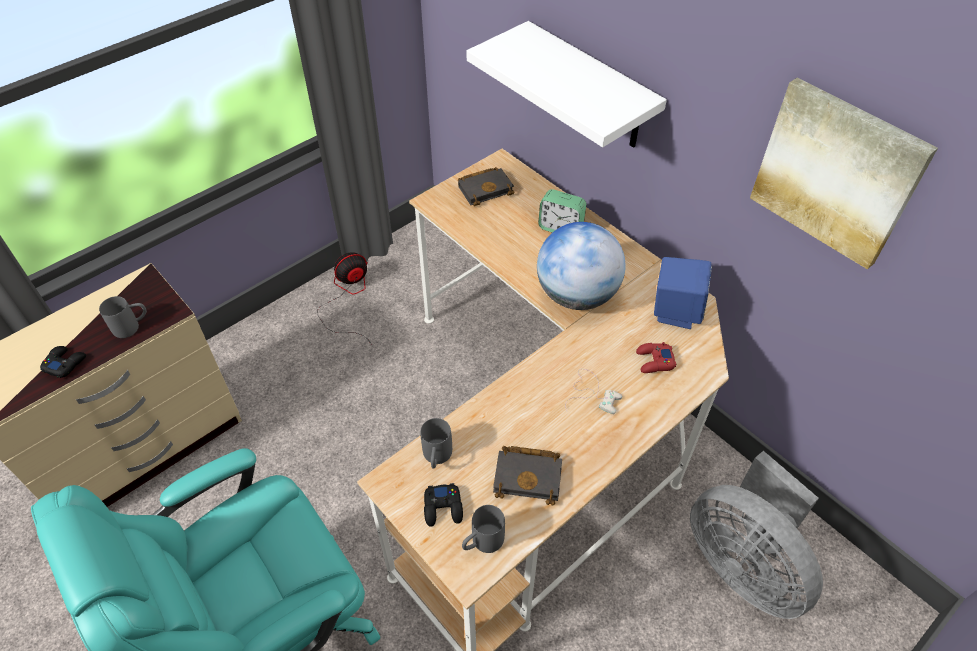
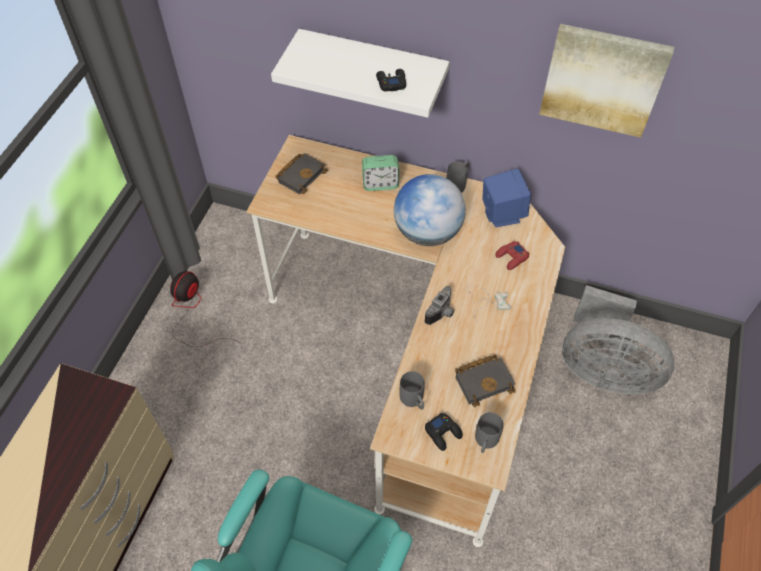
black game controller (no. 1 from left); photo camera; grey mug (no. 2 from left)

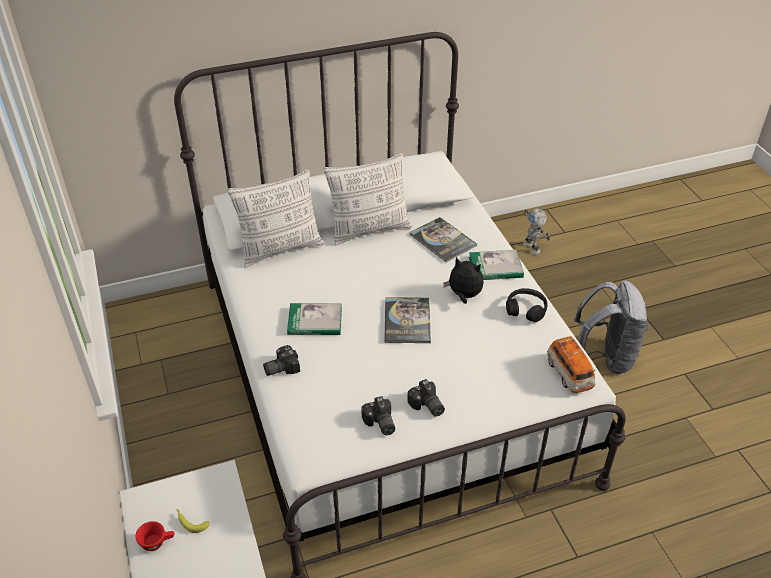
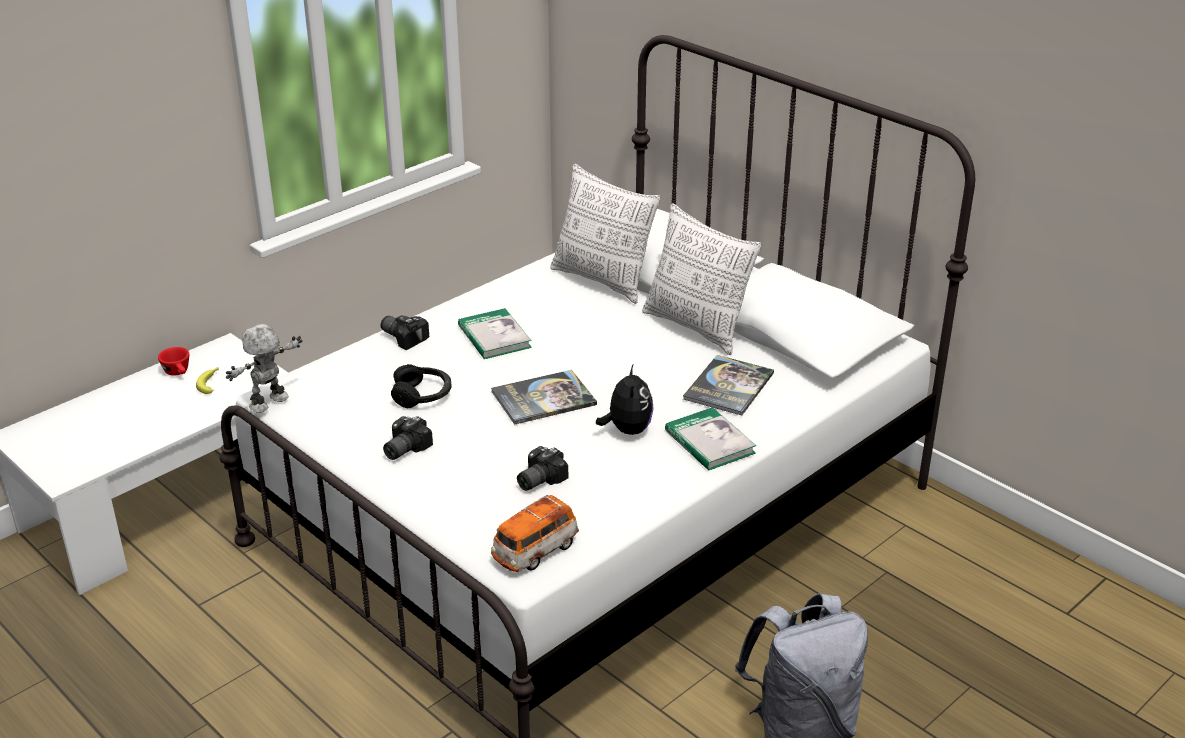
toy robot; black headphones; photo camera (no. 3 from left)

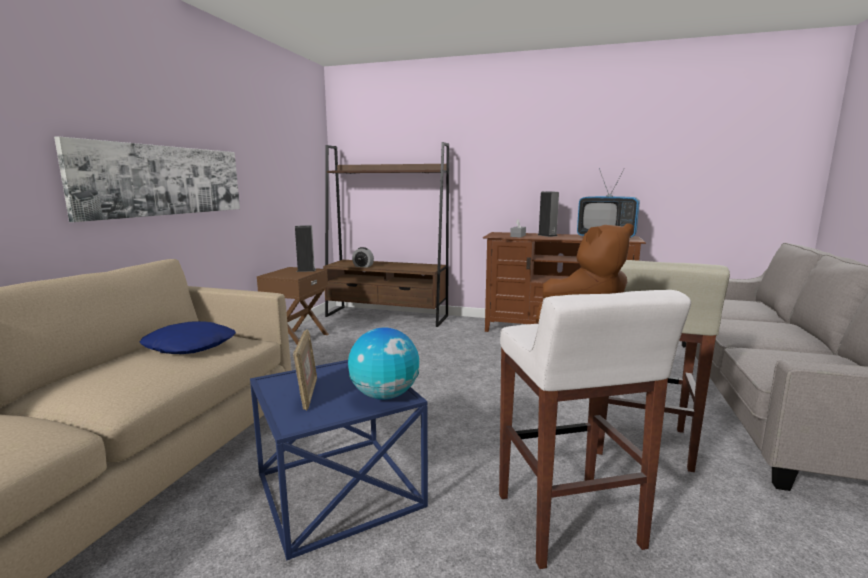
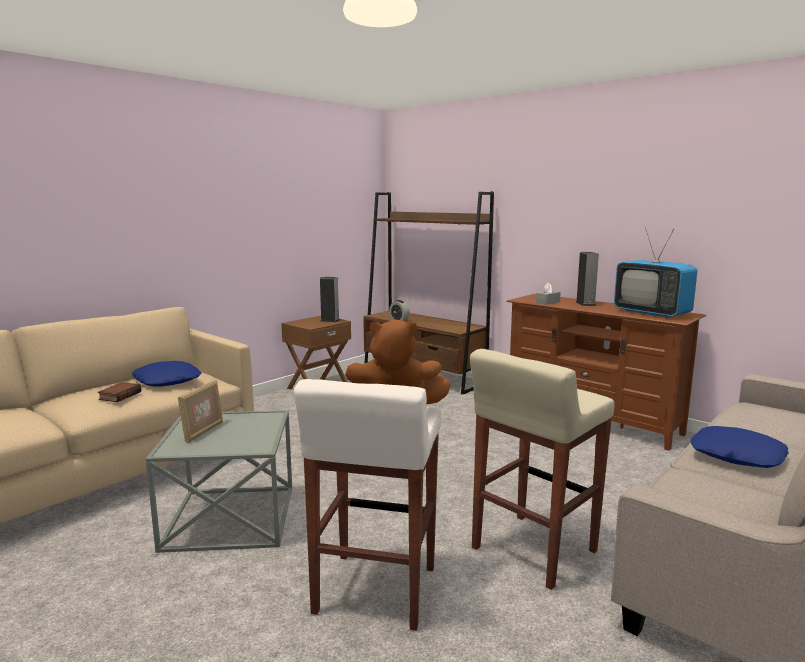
book; grey side table; blue pillow (no. 2 from left); picture; globe

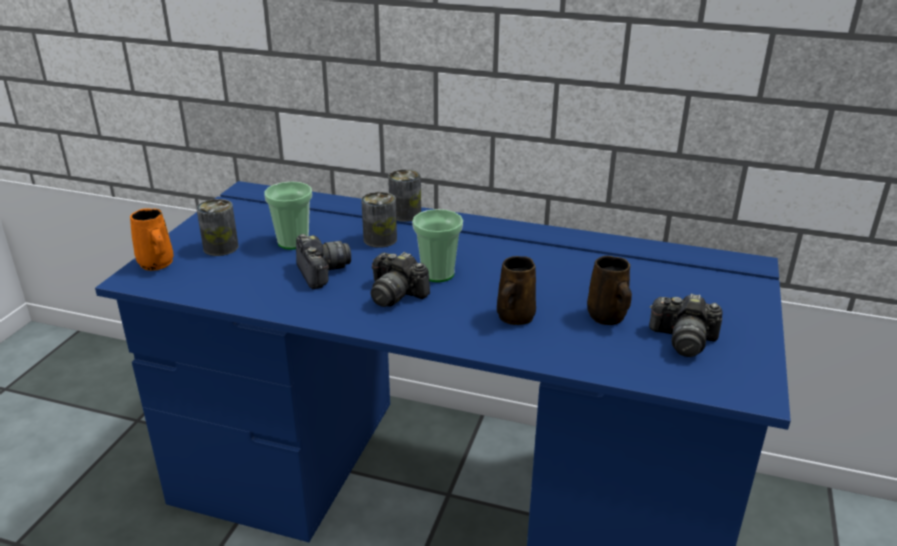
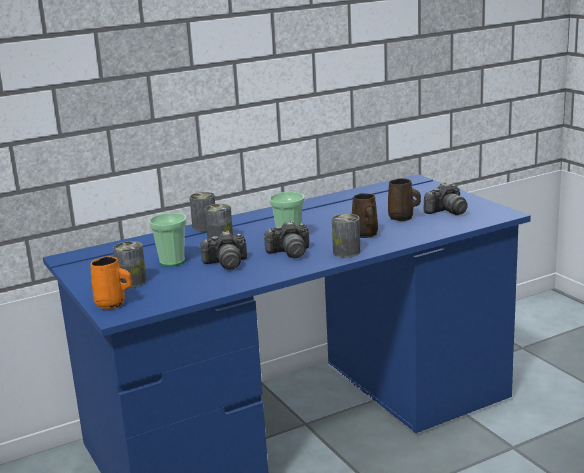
photo camera (no. 1 from left); can (no. 4 from left)

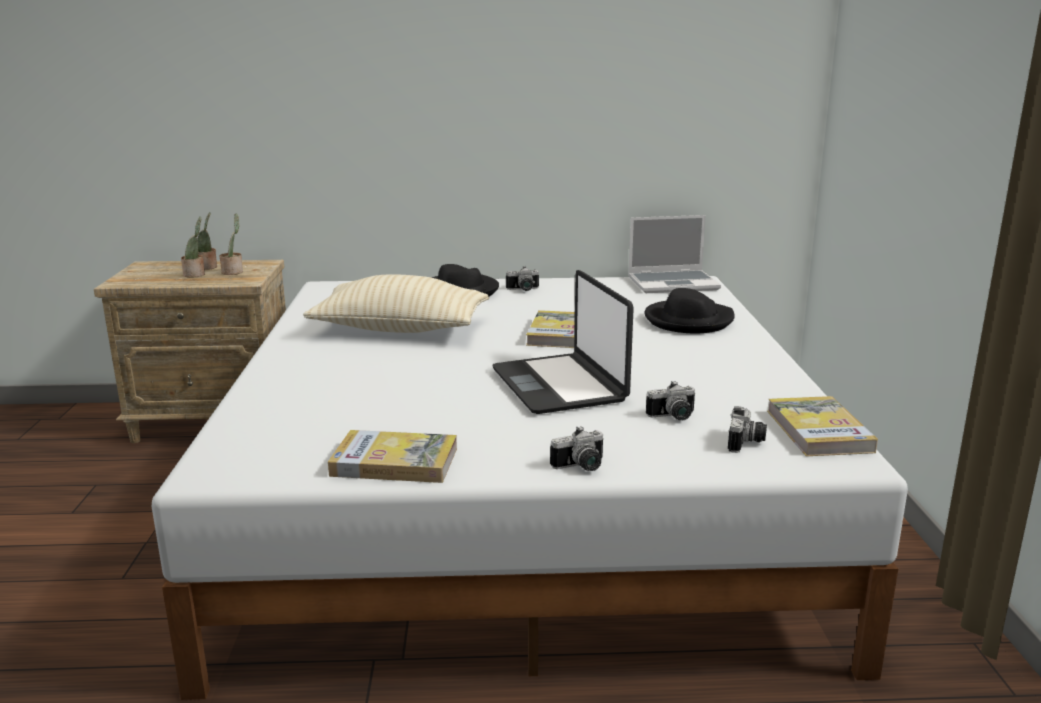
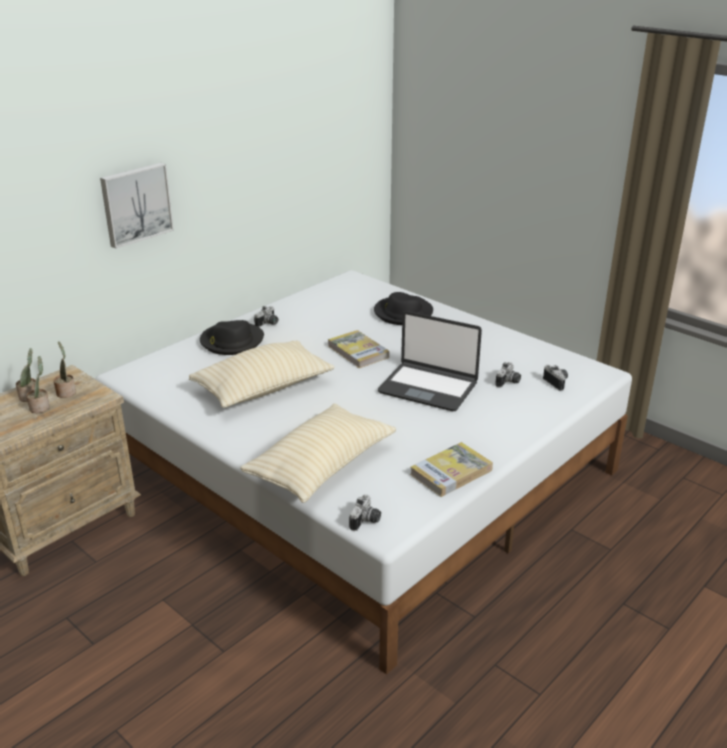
picture; beige pillow (no. 2 from left); photo camera (no. 2 from left); laptop (no. 2 from left in the first image); book (no. 3 from left in the first image)

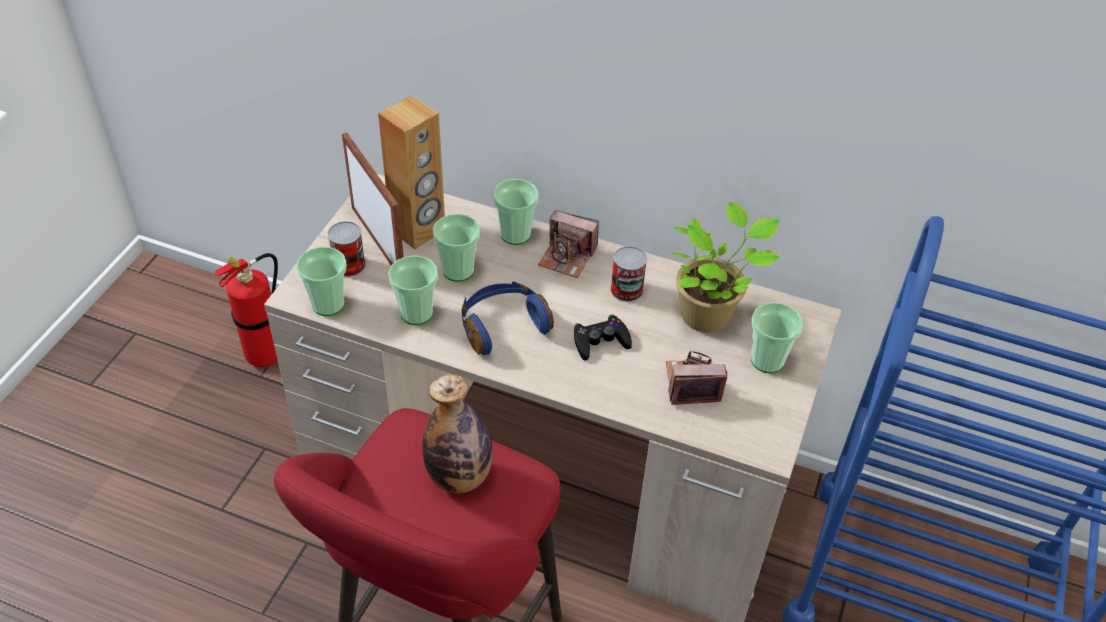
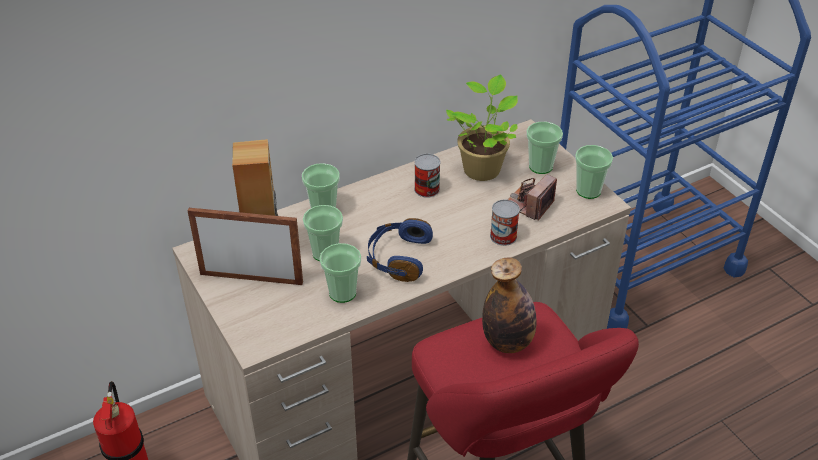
can (no. 2 from left); cup (no. 5 from left); photo camera (no. 1 from left in the first image); black game controller

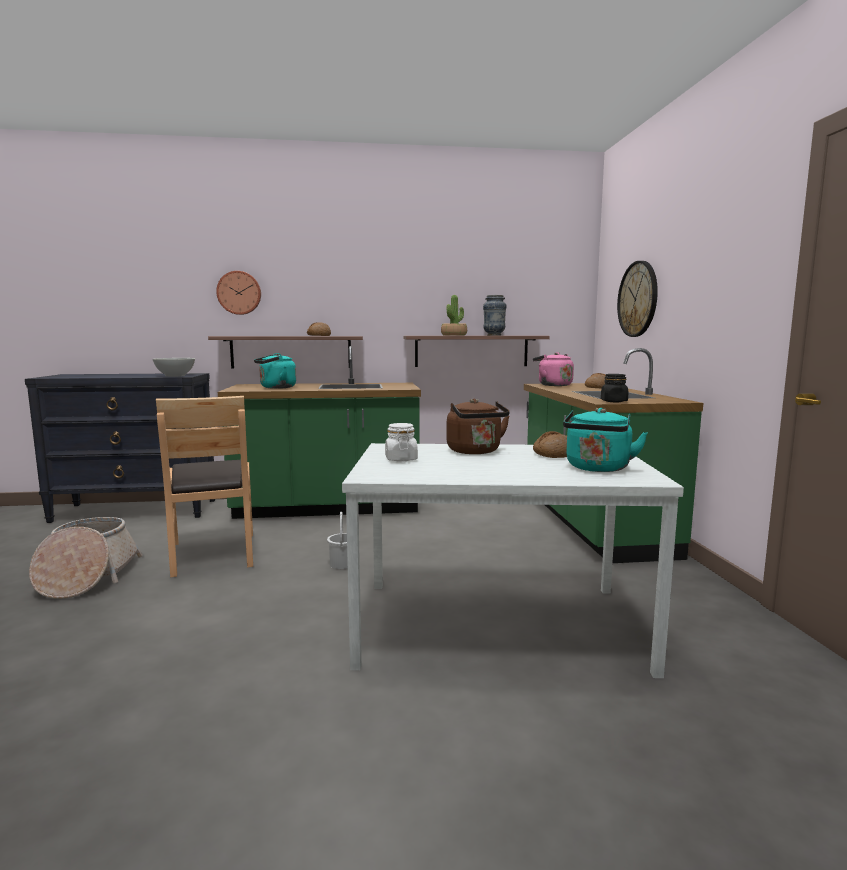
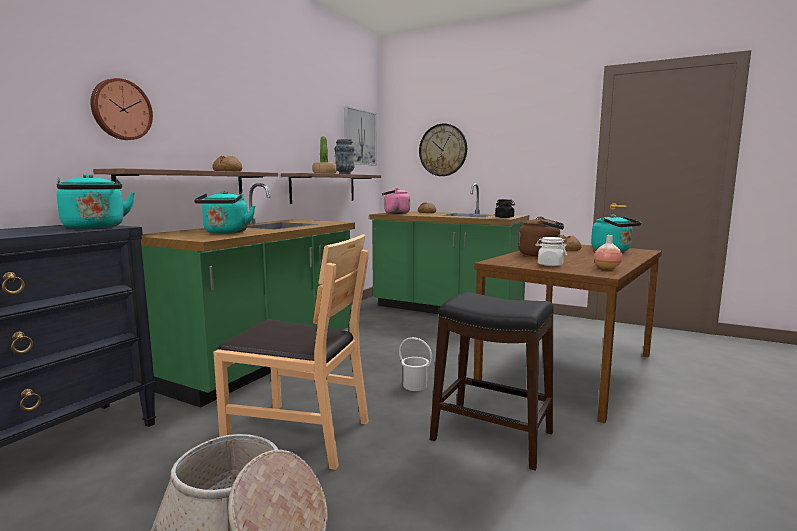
turquoise kettle (no. 1 from left); picture; black stool; brown dining table; vase (no. 2 from left)

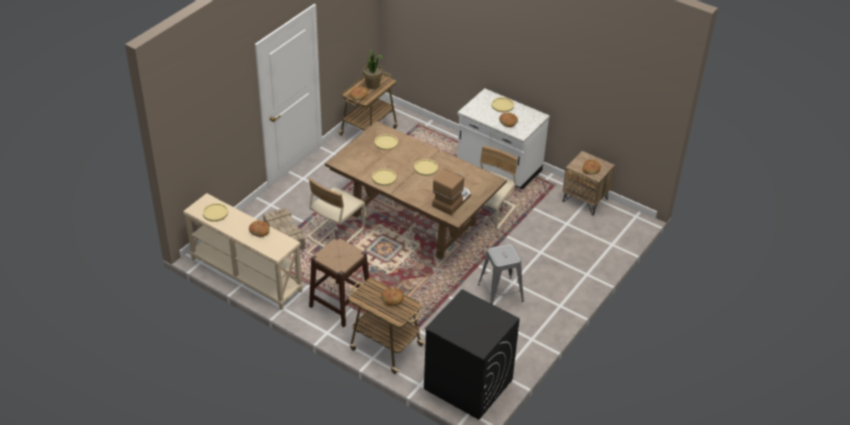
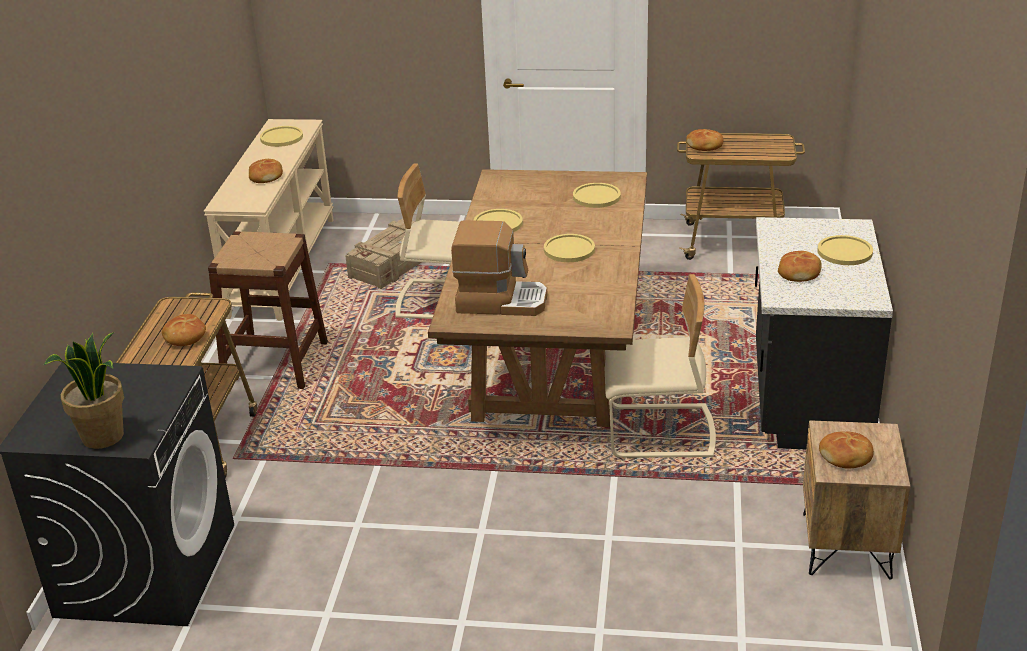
potted plant; black counter; grey stool

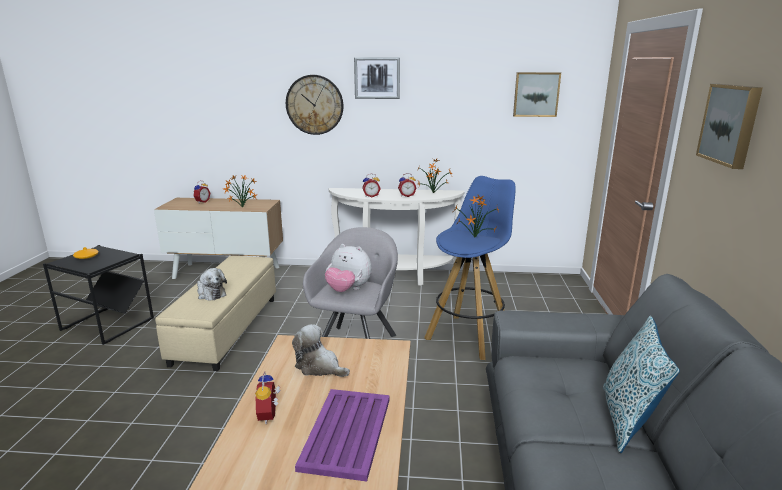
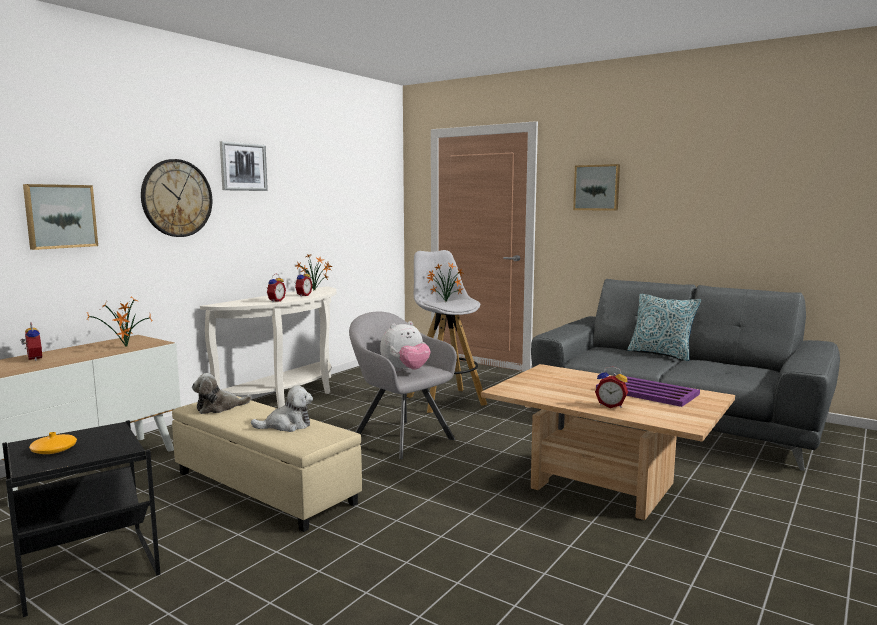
picture (no. 1 from left); plush toy (no. 1 from left); white stool

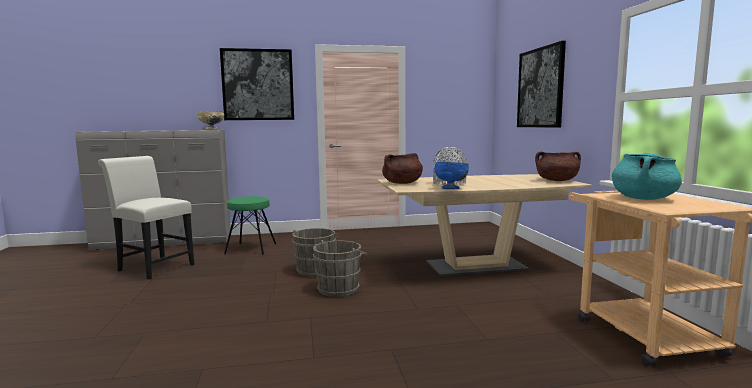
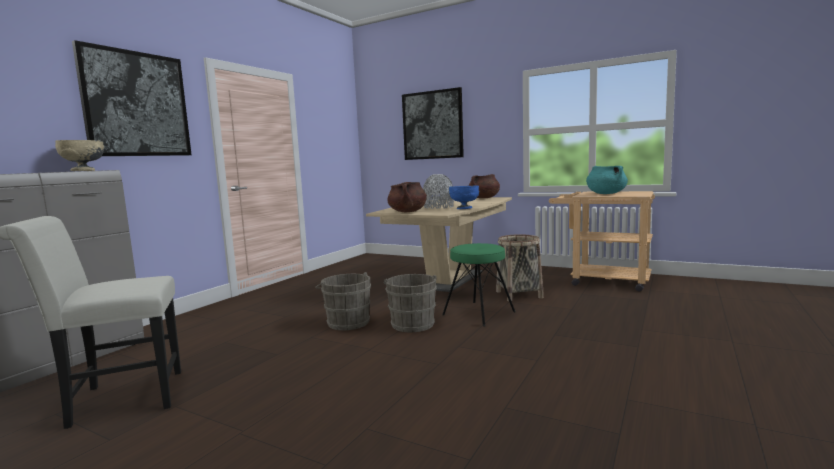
green stool; basket

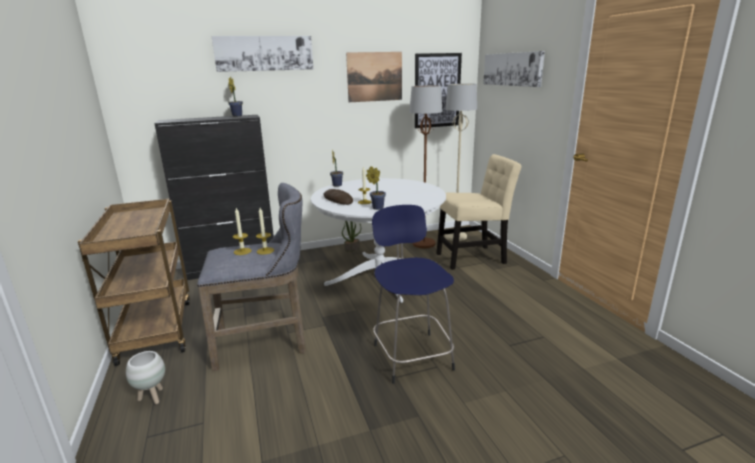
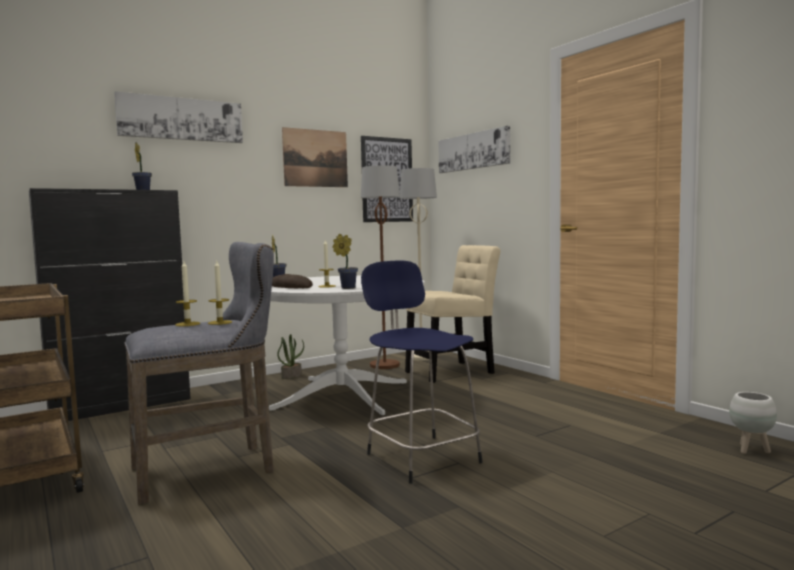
white planter

